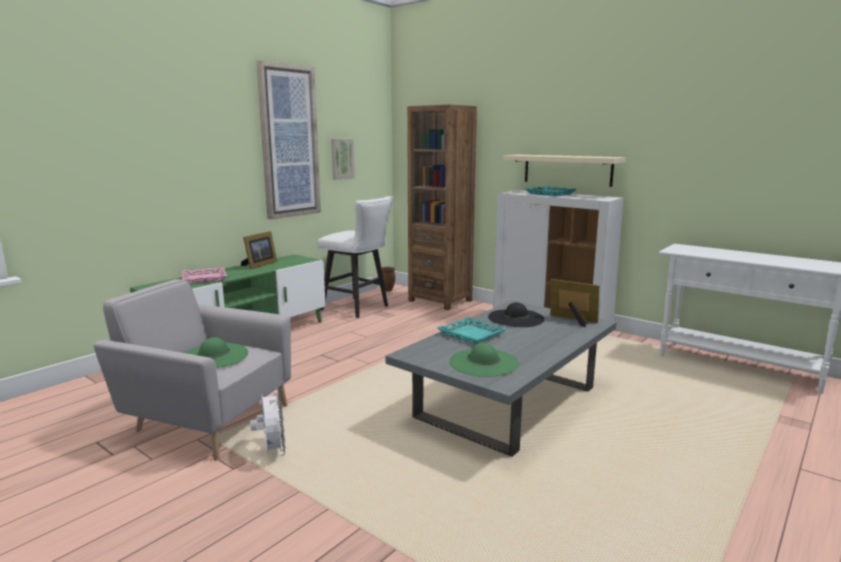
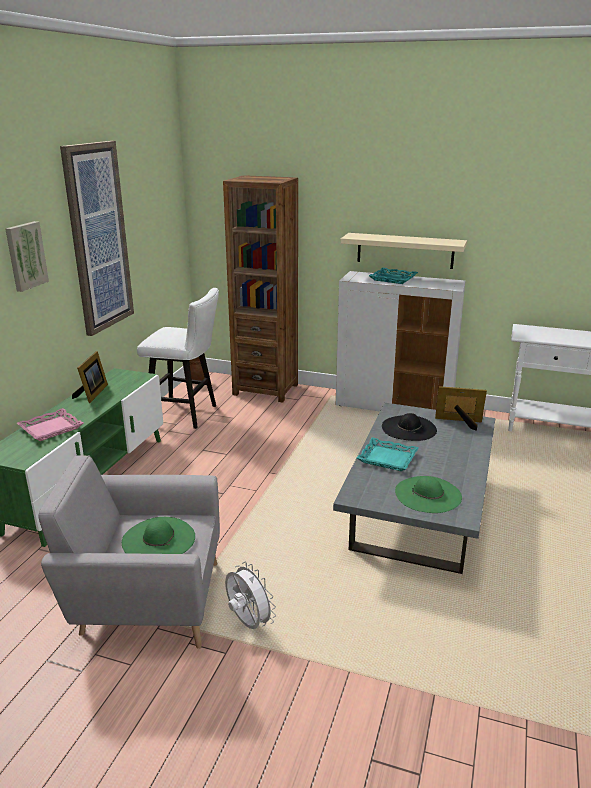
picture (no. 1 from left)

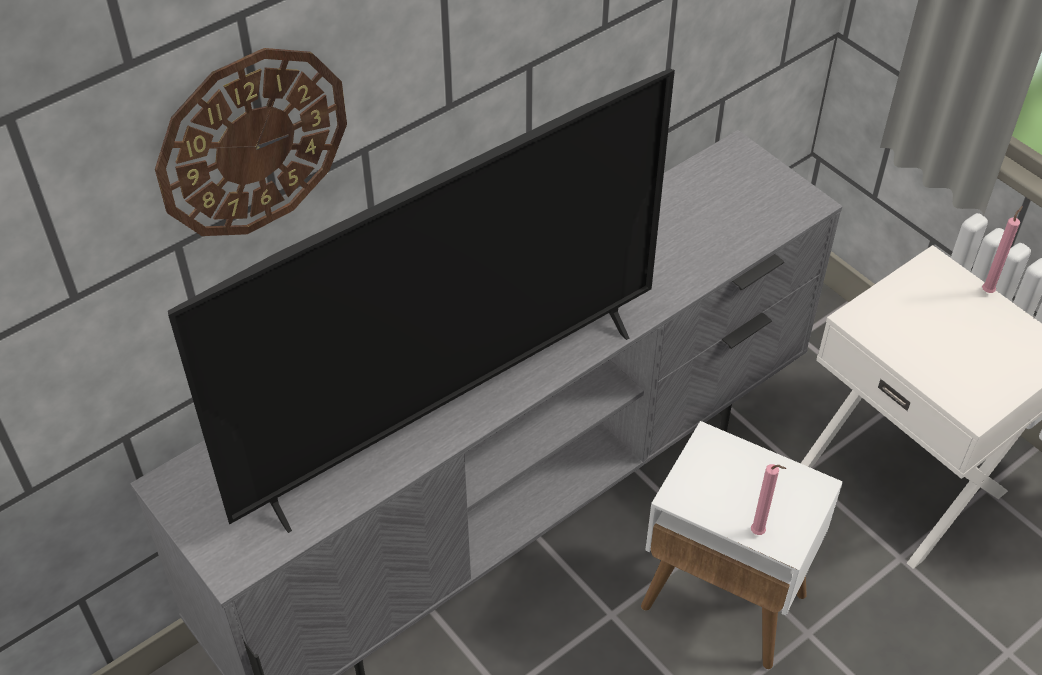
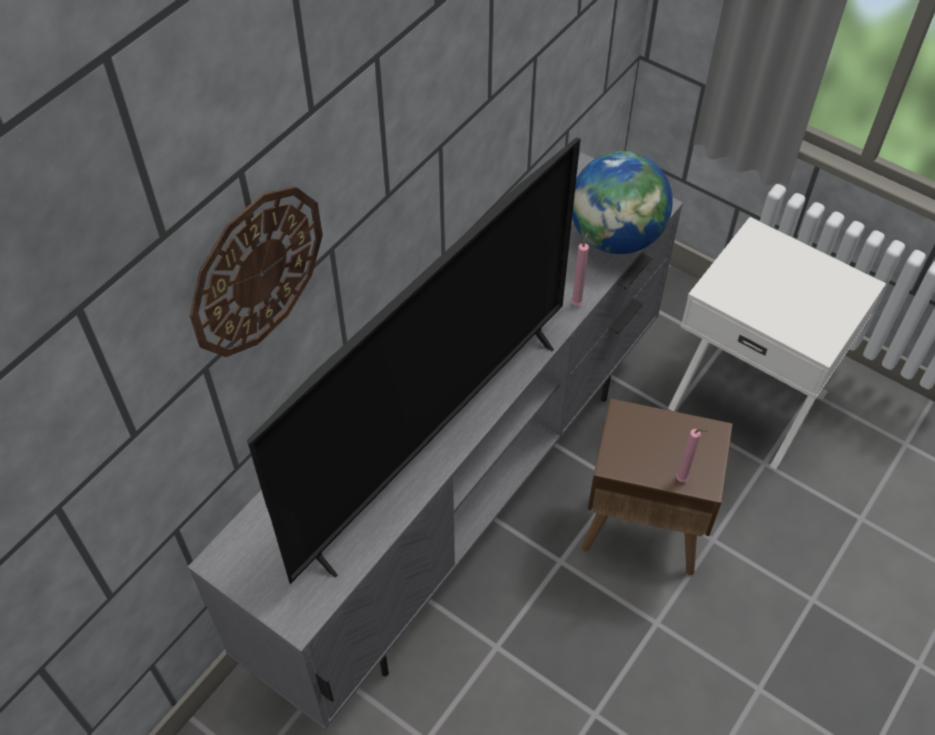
pink candle (no. 1 from left); globe; brown side table

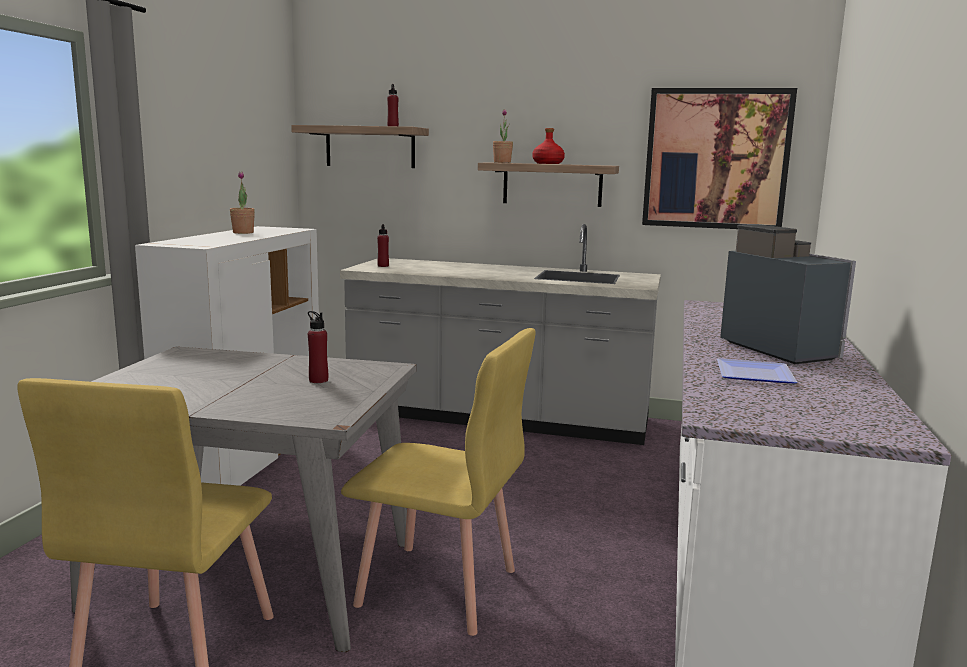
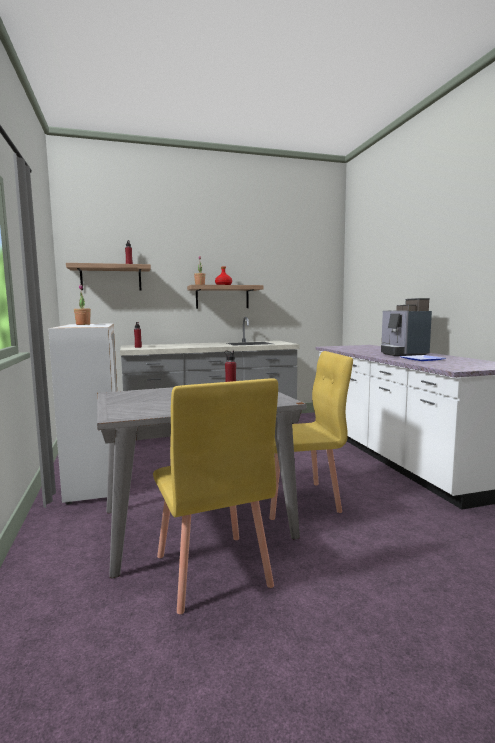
coffee machine; picture

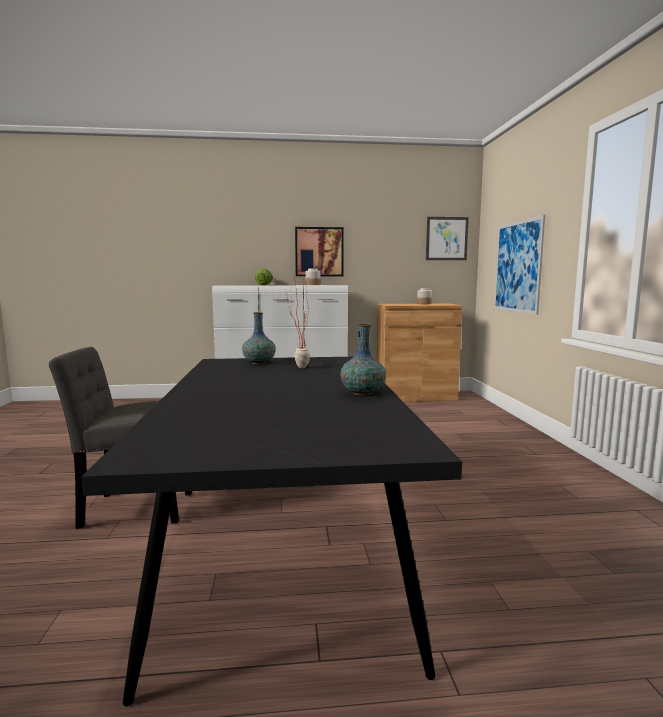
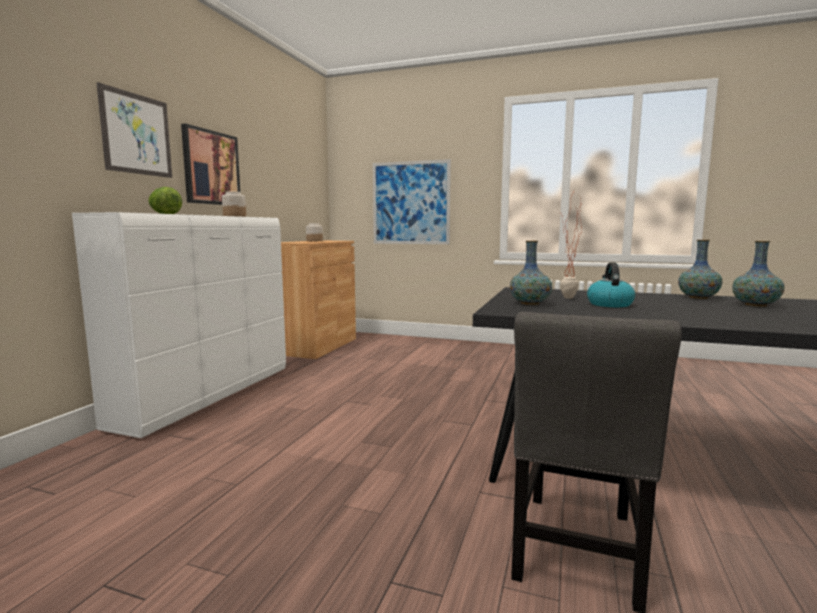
picture (no. 1 from left); kettle; vase (no. 3 from left)

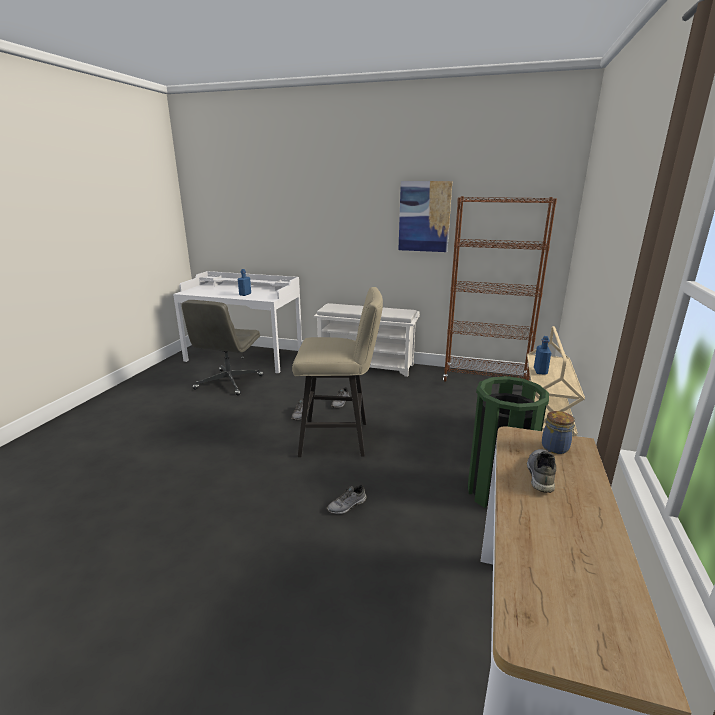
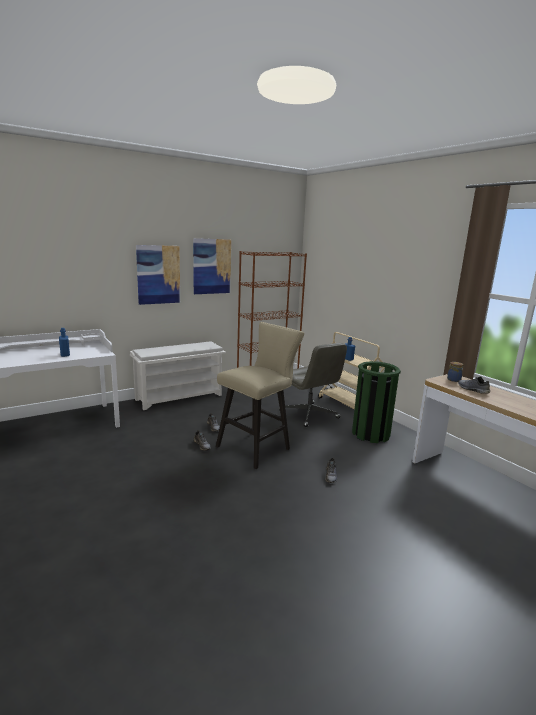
picture (no. 1 from left); grey office chair

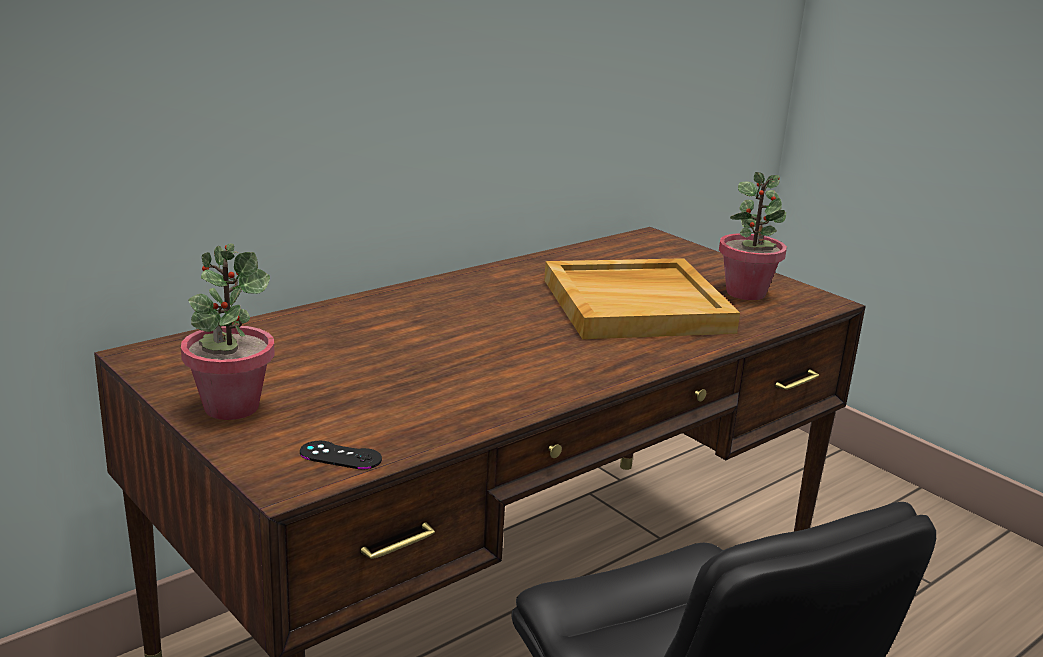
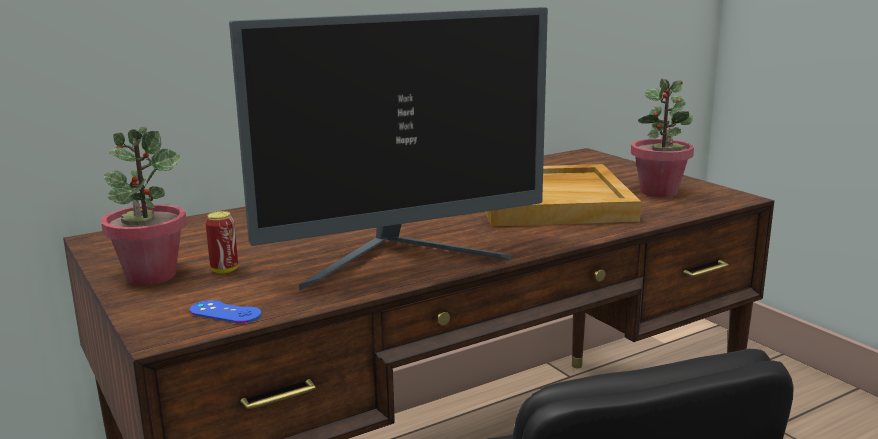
blue game controller; can; monitor

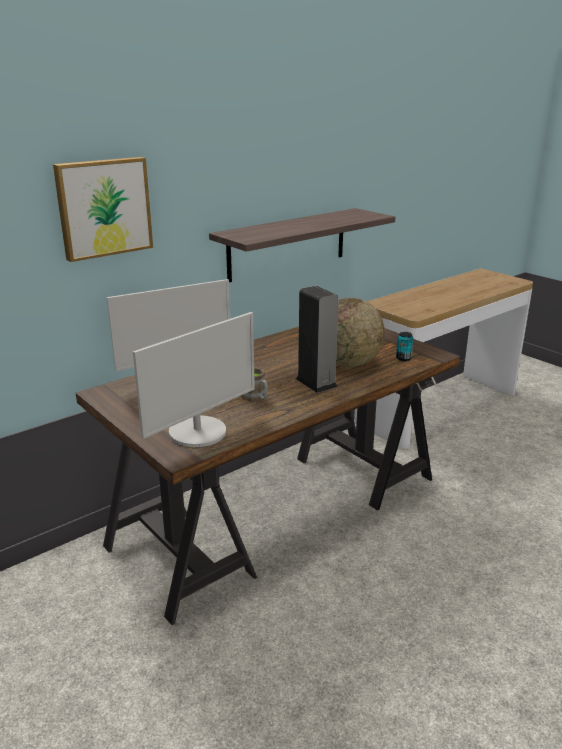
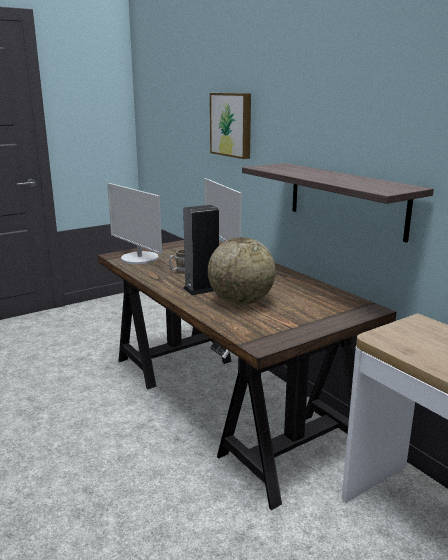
can

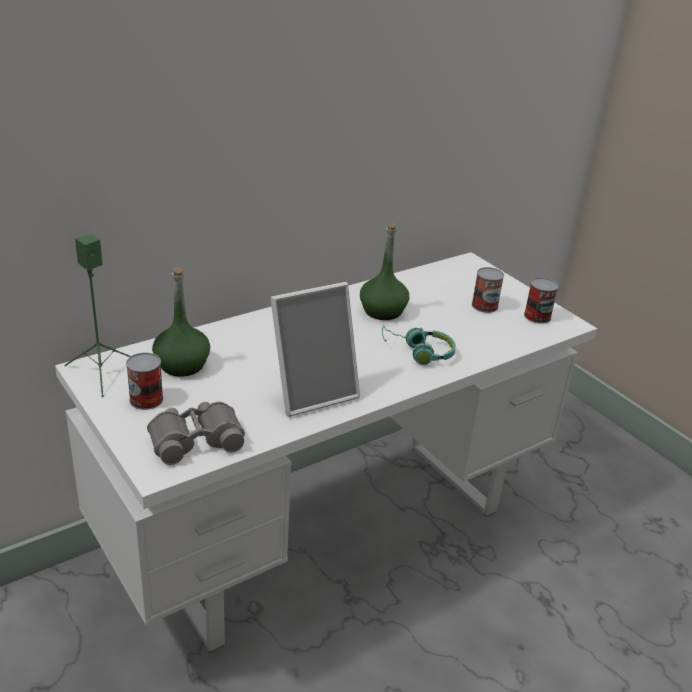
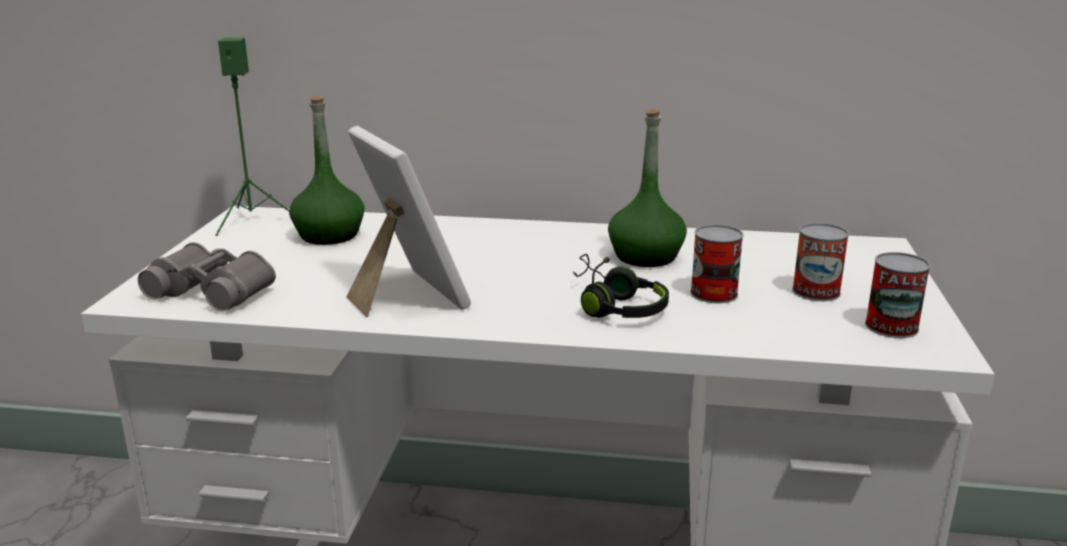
picture frame; black headphones; can (no. 1 from left)

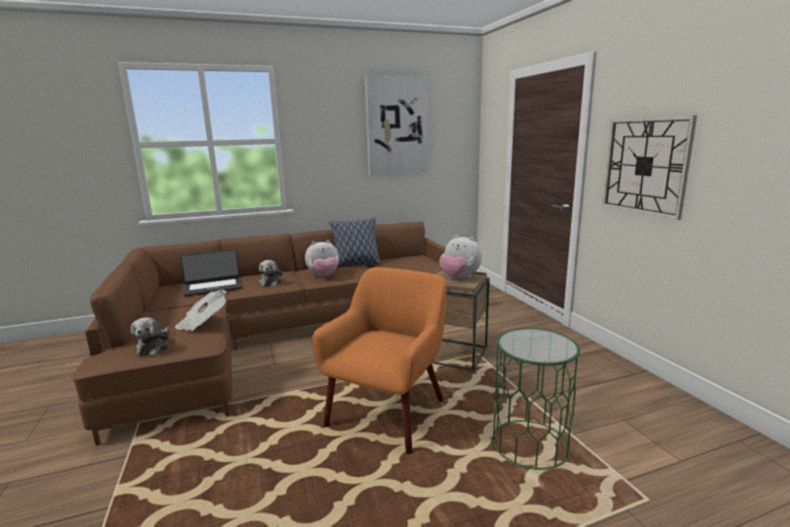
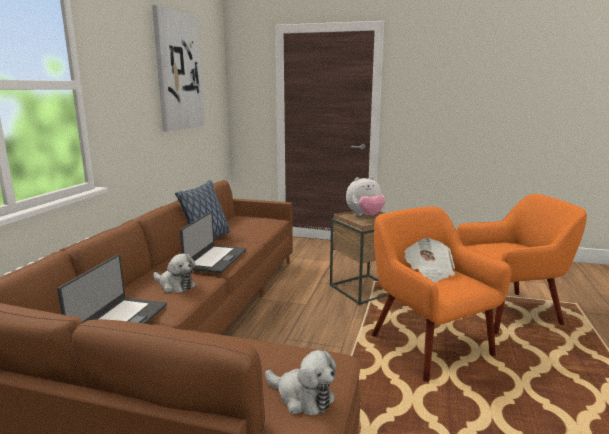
laptop (no. 2 from left); newspaper; orange armchair (no. 2 from left); wall clock

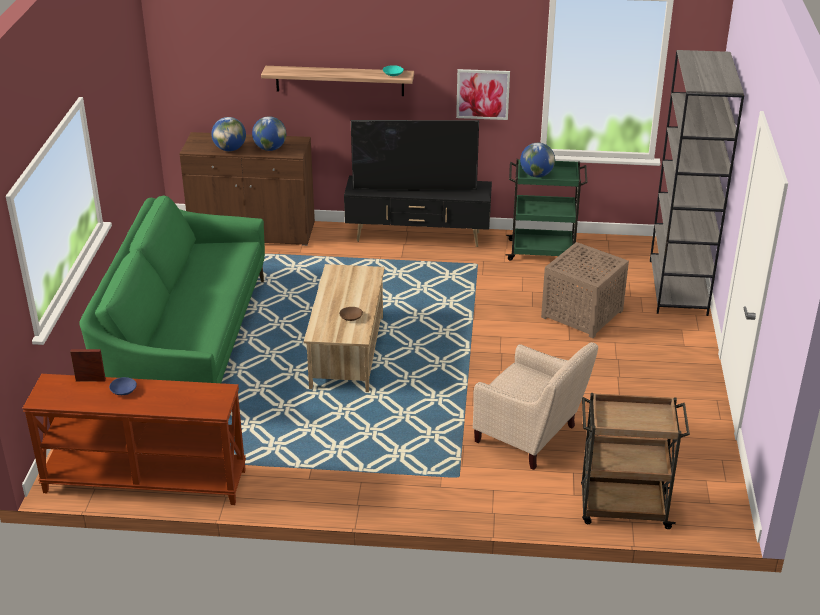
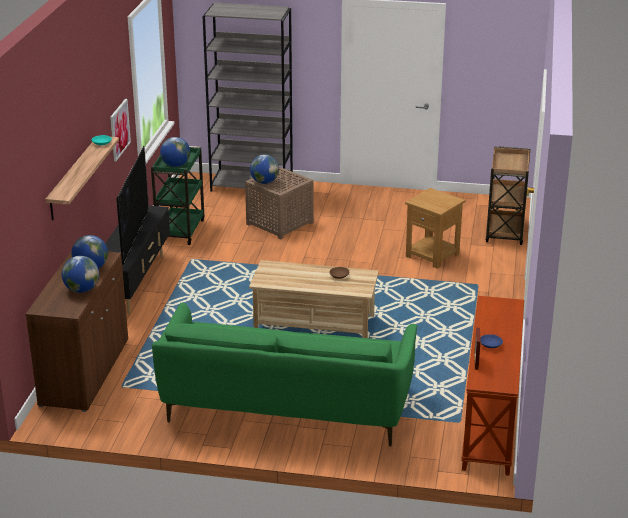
globe (no. 4 from left); brown side table (no. 2 from left)

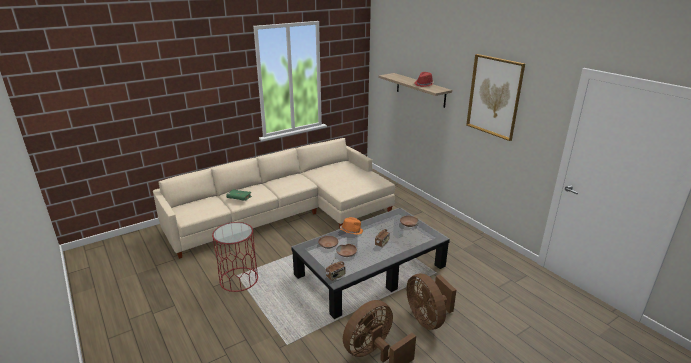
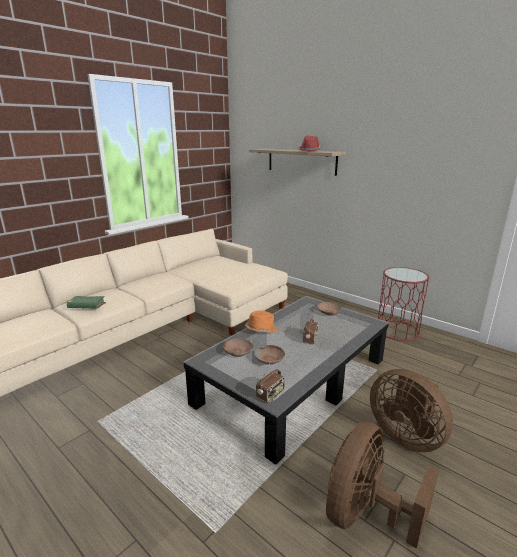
red side table; picture

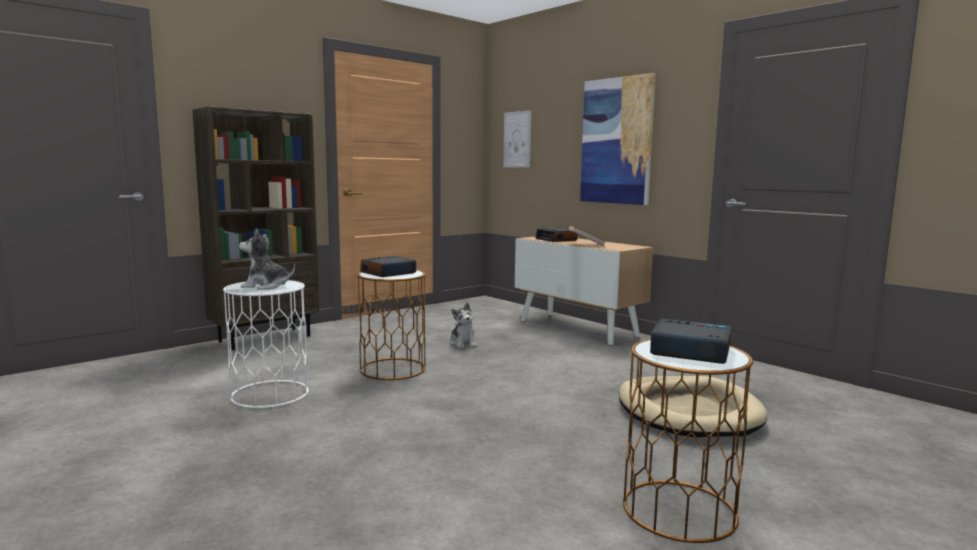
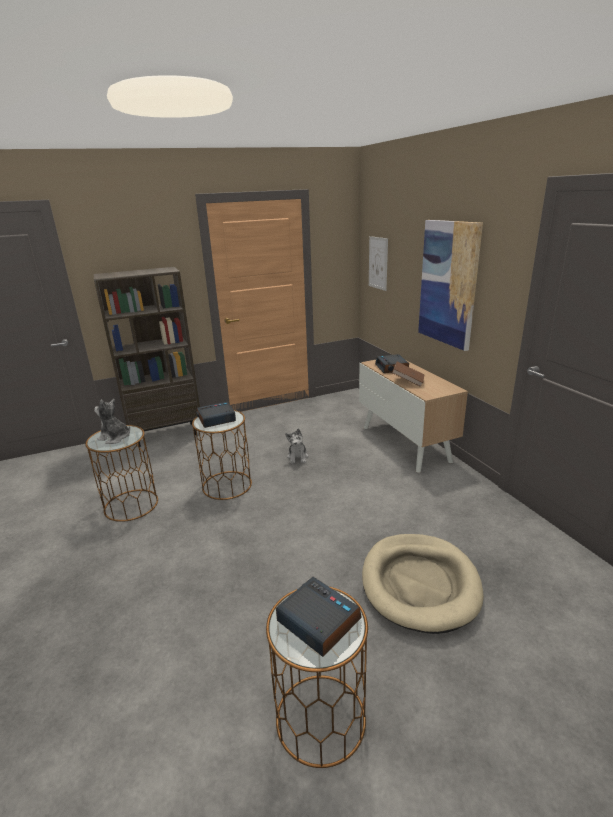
brown side table (no. 1 from left)

